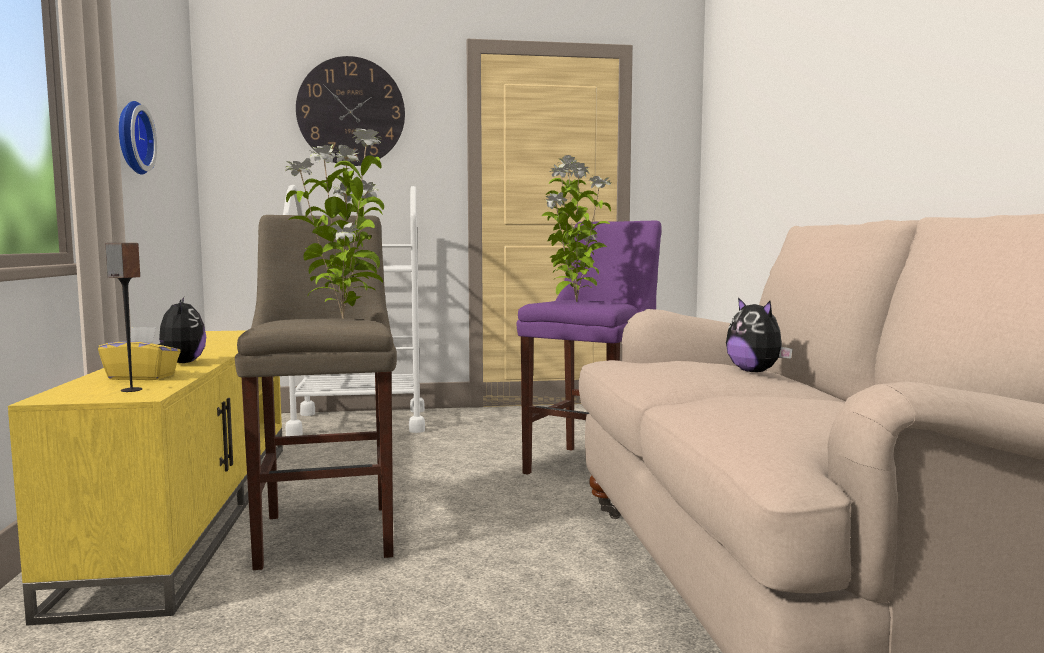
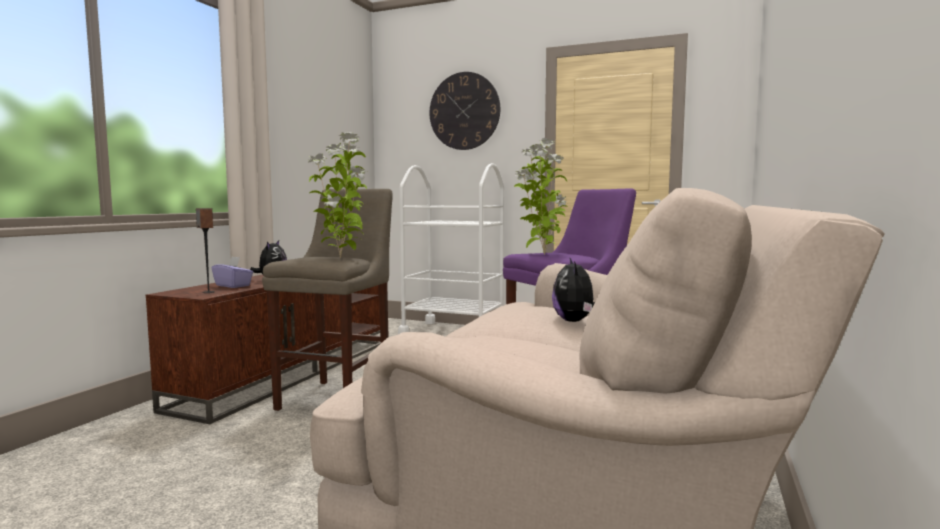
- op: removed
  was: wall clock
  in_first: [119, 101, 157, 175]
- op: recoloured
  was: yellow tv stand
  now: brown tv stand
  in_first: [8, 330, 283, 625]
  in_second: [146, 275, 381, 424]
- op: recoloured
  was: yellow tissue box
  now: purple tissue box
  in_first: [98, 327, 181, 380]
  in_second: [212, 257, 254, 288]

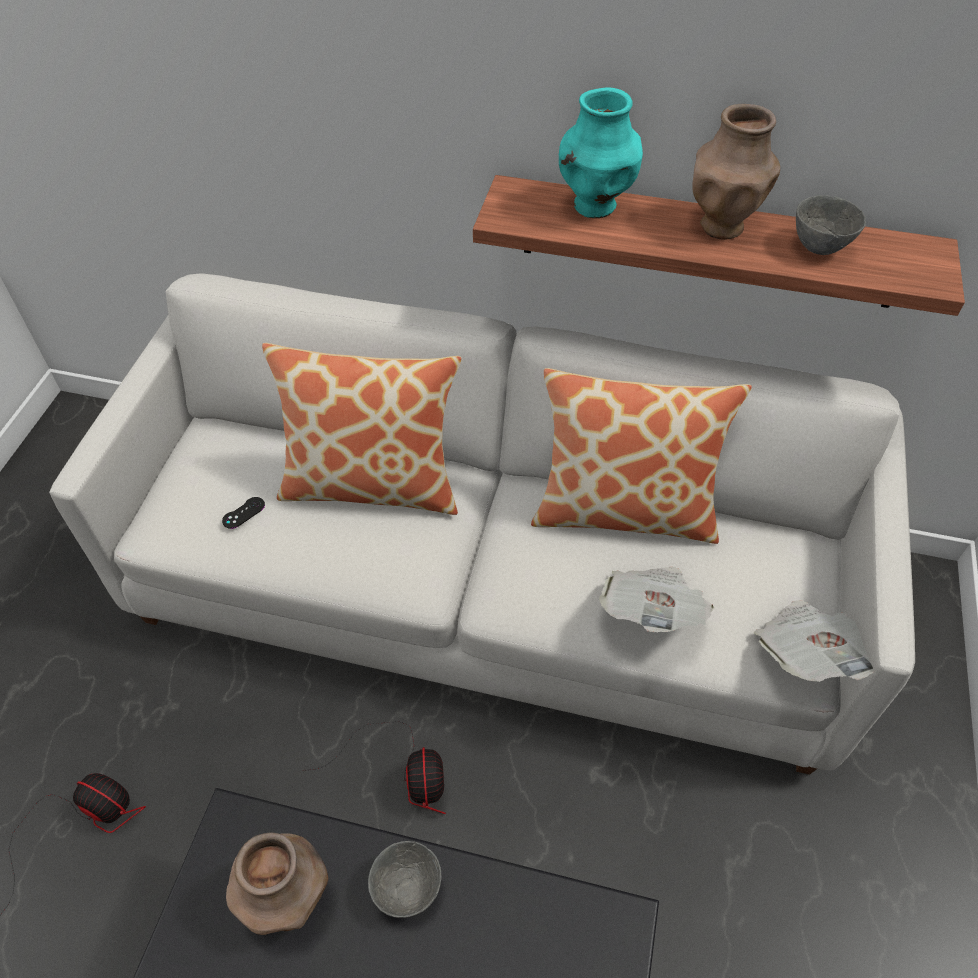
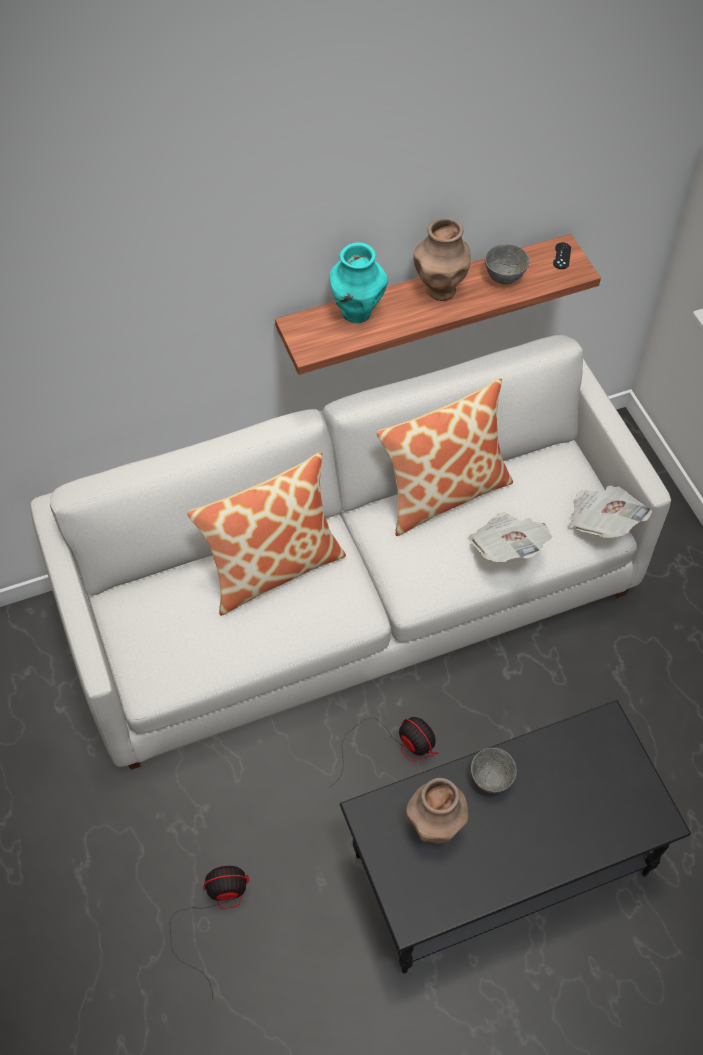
- op: moved
  was: black game controller
  in_first: [222, 497, 265, 529]
  in_second: [553, 242, 571, 269]

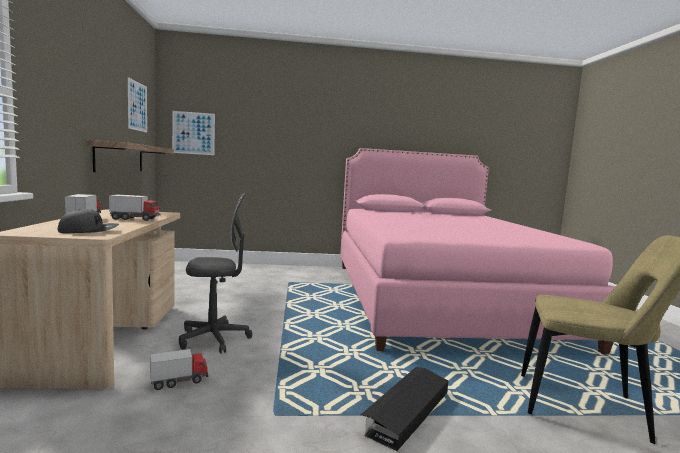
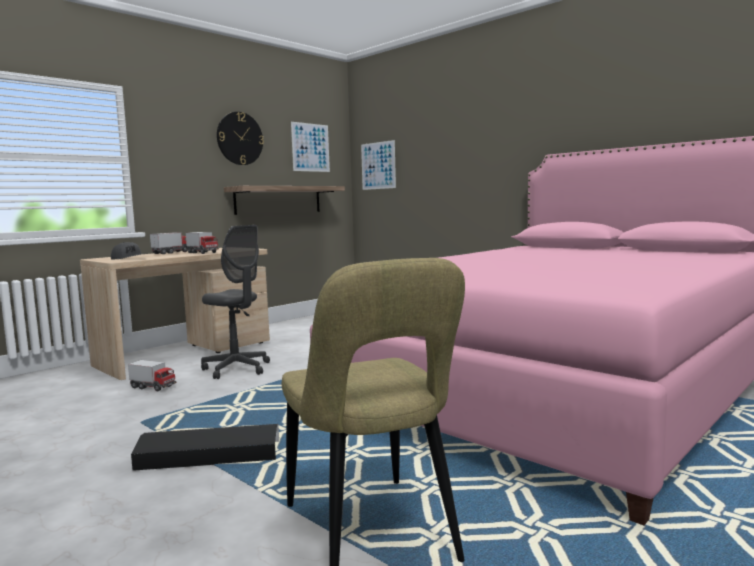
- op: added
  now: wall clock
  in_second: [217, 112, 264, 165]

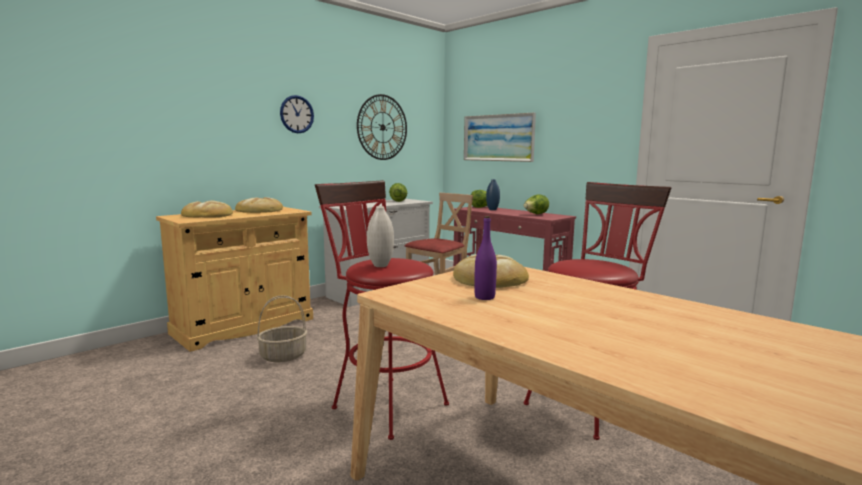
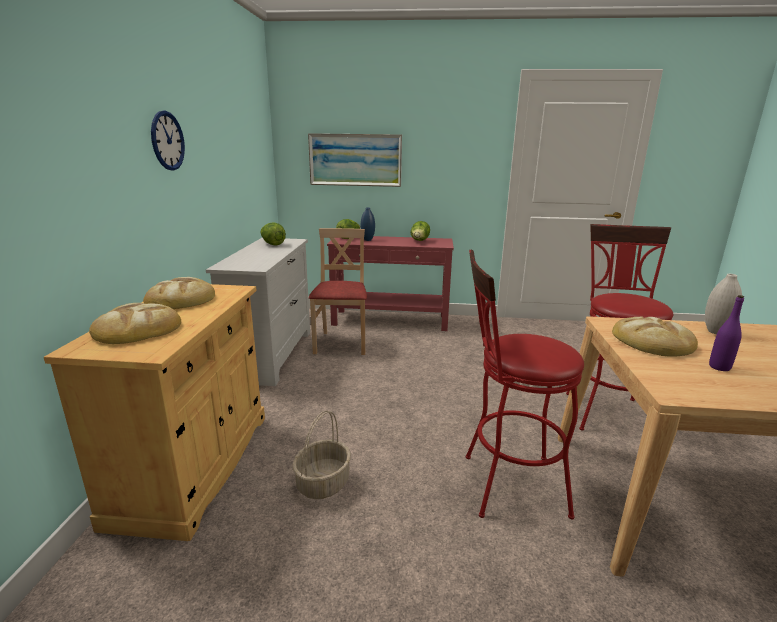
- op: removed
  was: wall clock
  in_first: [357, 94, 407, 160]
- op: moved
  was: white vase
  in_first: [367, 206, 394, 267]
  in_second: [705, 274, 742, 334]

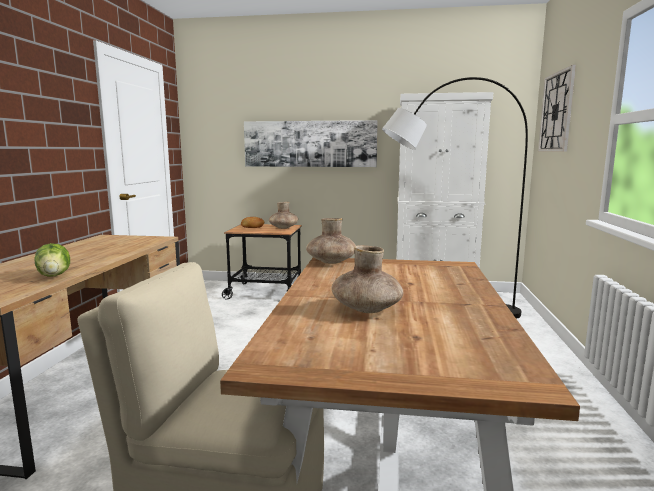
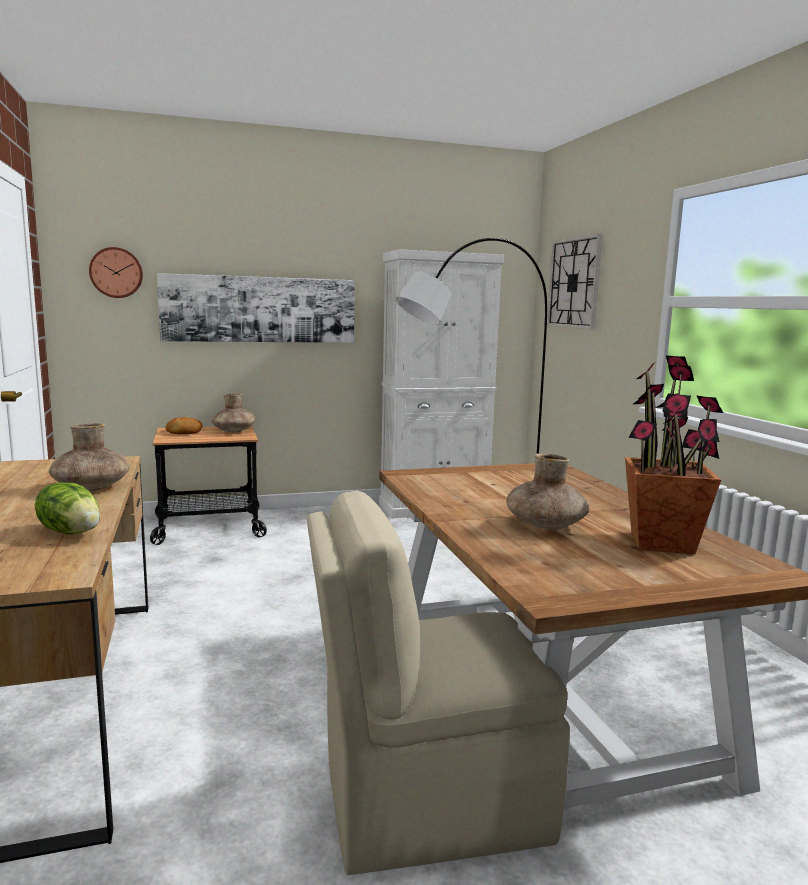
- op: added
  now: wall clock
  in_second: [89, 247, 143, 298]
- op: added
  now: potted plant
  in_second: [625, 355, 723, 554]
- op: moved
  was: brown vase
  in_first: [306, 218, 356, 264]
  in_second: [49, 423, 130, 491]

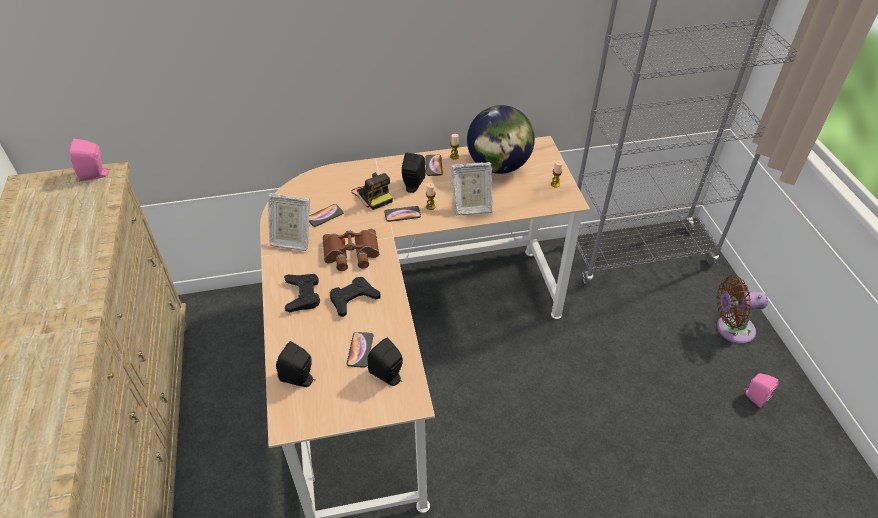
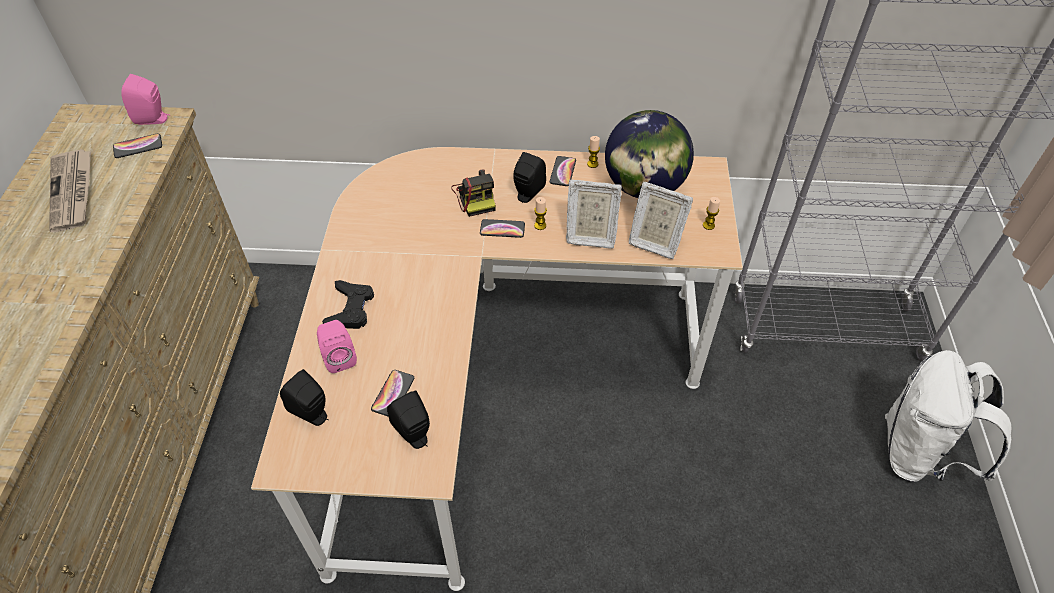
- op: removed
  was: brown binoculars
  in_first: [323, 229, 379, 271]
- op: removed
  was: black game controller
  in_first: [330, 277, 380, 317]
- op: added
  now: newspaper
  in_second: [49, 149, 91, 232]
- op: moved
  was: picture frame
  in_first: [268, 193, 310, 251]
  in_second: [629, 182, 693, 259]
- op: moved
  was: phone
  in_first: [309, 204, 344, 227]
  in_second: [113, 134, 162, 158]
- op: moved
  was: pink speaker
  in_first: [744, 373, 779, 408]
  in_second: [317, 320, 357, 373]
- op: replaced
  was: brown fan
  now: white backpack
  in_first: [717, 275, 768, 344]
  in_second: [885, 350, 1011, 482]

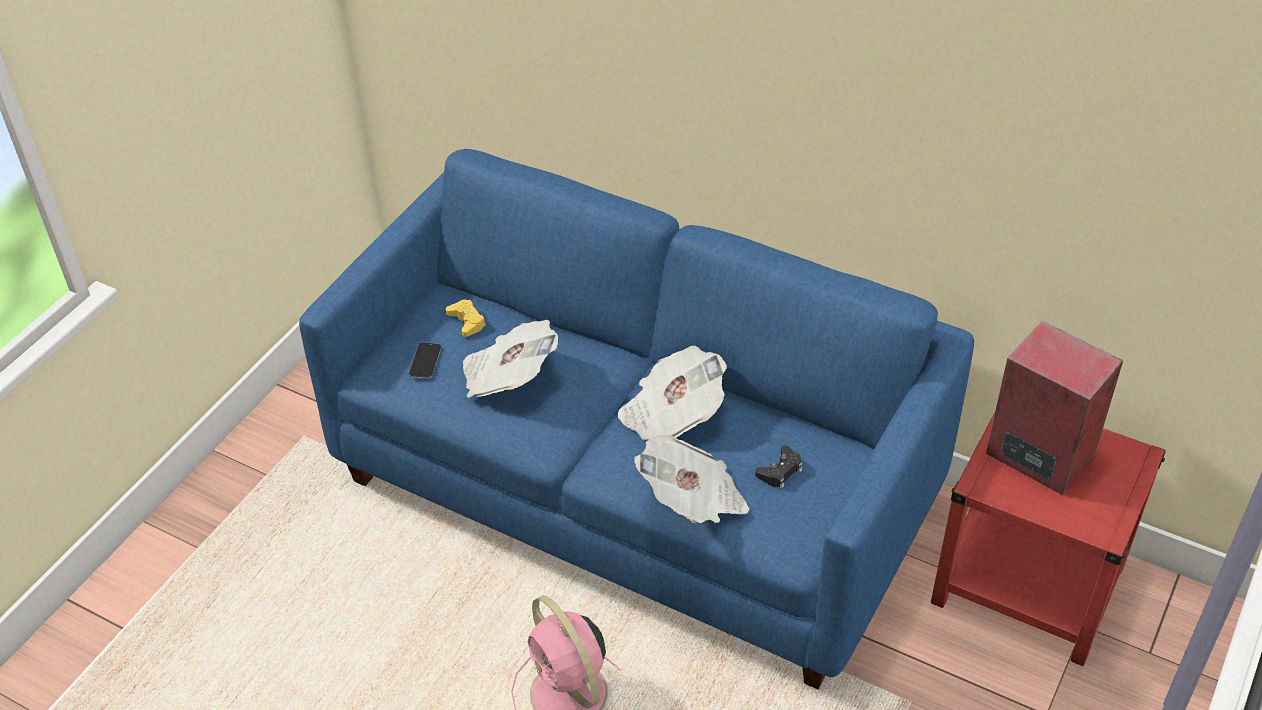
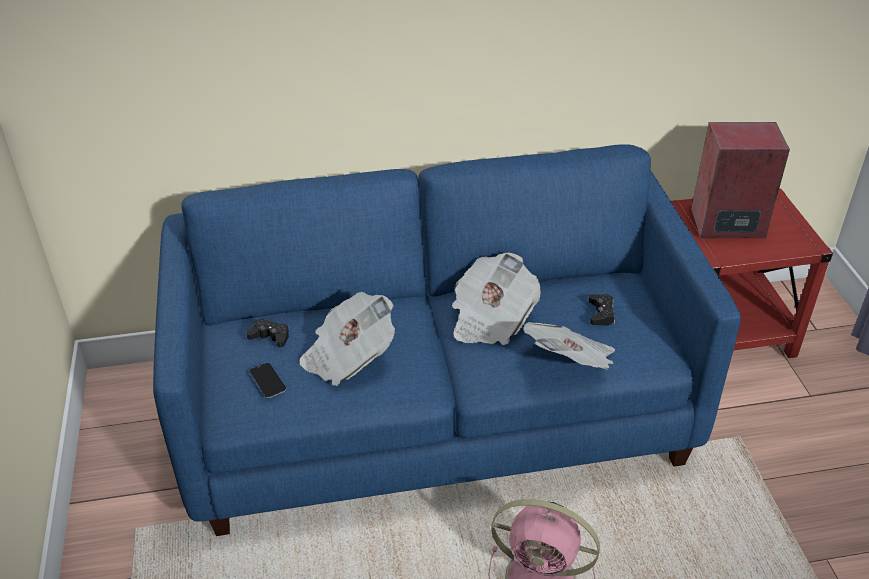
- op: recoloured
  was: yellow game controller
  now: black game controller
  in_first: [446, 300, 486, 337]
  in_second: [247, 318, 289, 347]

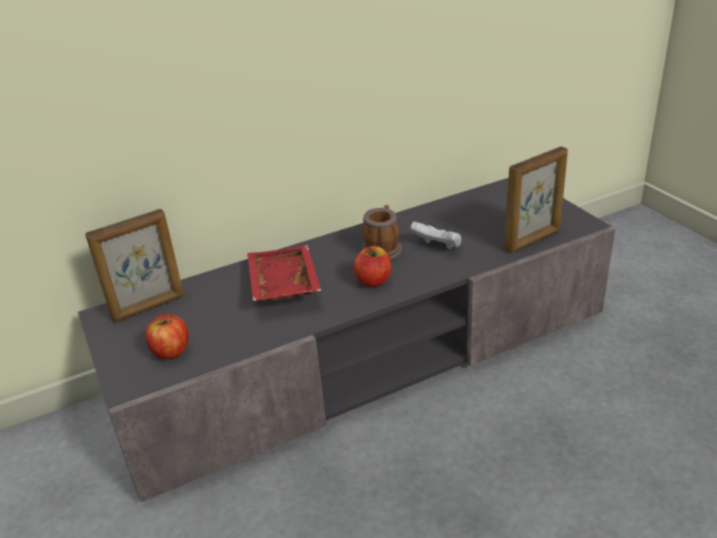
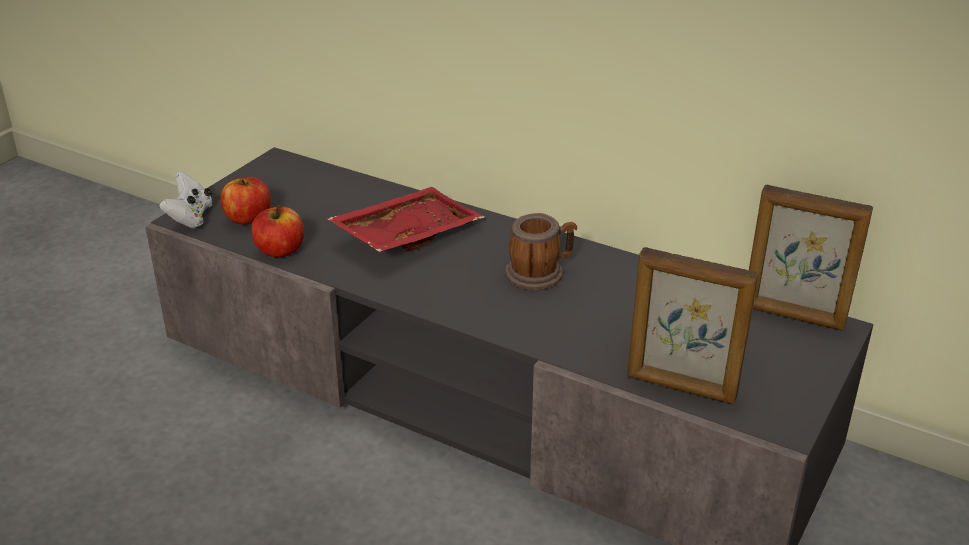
- op: moved
  was: picture frame
  in_first: [85, 209, 184, 323]
  in_second: [749, 184, 873, 331]
- op: moved
  was: apple
  in_first: [354, 246, 391, 287]
  in_second: [251, 205, 304, 258]
- op: moved
  was: white game controller
  in_first: [410, 222, 461, 249]
  in_second: [159, 172, 212, 228]

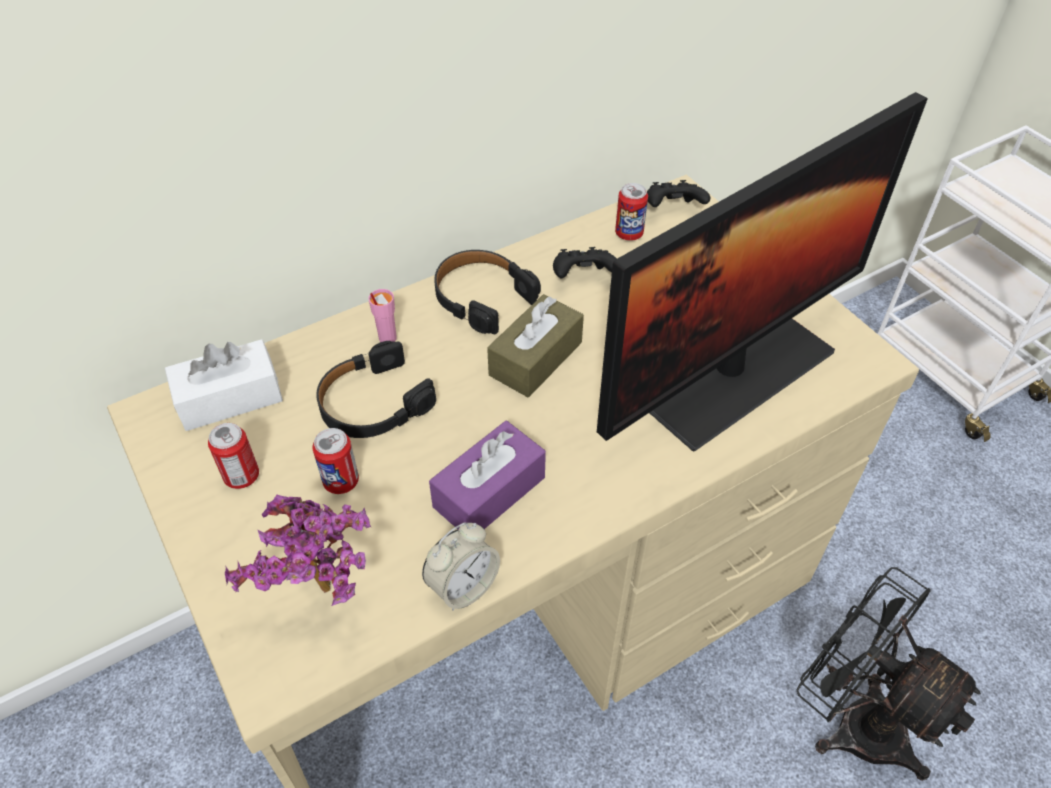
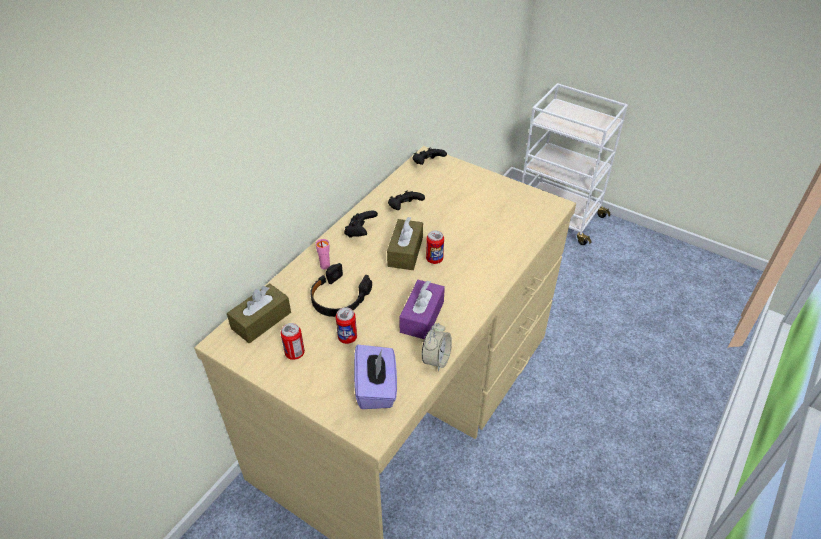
- op: removed
  was: monitor
  in_first: [597, 92, 928, 452]
- op: removed
  was: black fan
  in_first: [796, 567, 981, 781]
- op: moved
  was: can
  in_first: [615, 183, 648, 241]
  in_second: [426, 231, 444, 264]
- op: replaced
  was: potted plant
  now: purple tissue box
  in_first: [225, 495, 371, 606]
  in_second: [354, 345, 397, 409]
- op: replaced
  was: black headphones
  now: black game controller
  in_first: [434, 250, 541, 334]
  in_second: [344, 211, 378, 238]
- op: recoloured
  was: white tissue box
  now: brown tissue box
  in_first: [165, 339, 283, 431]
  in_second: [227, 283, 291, 343]

